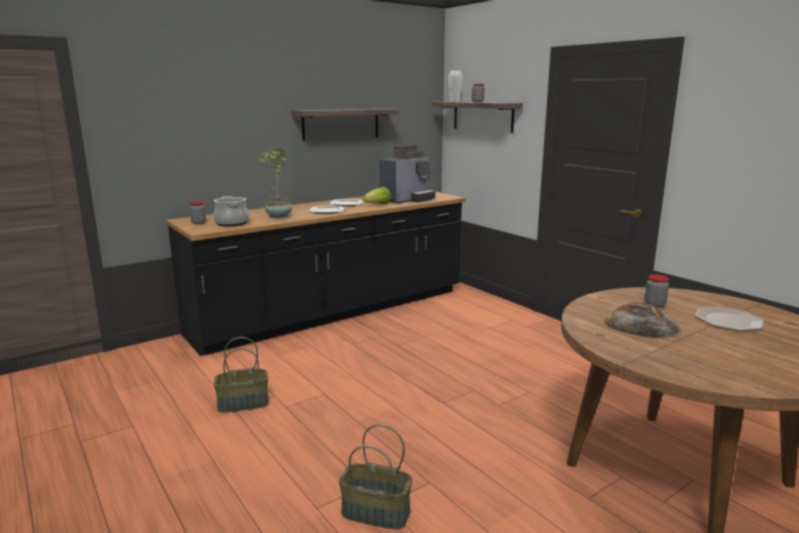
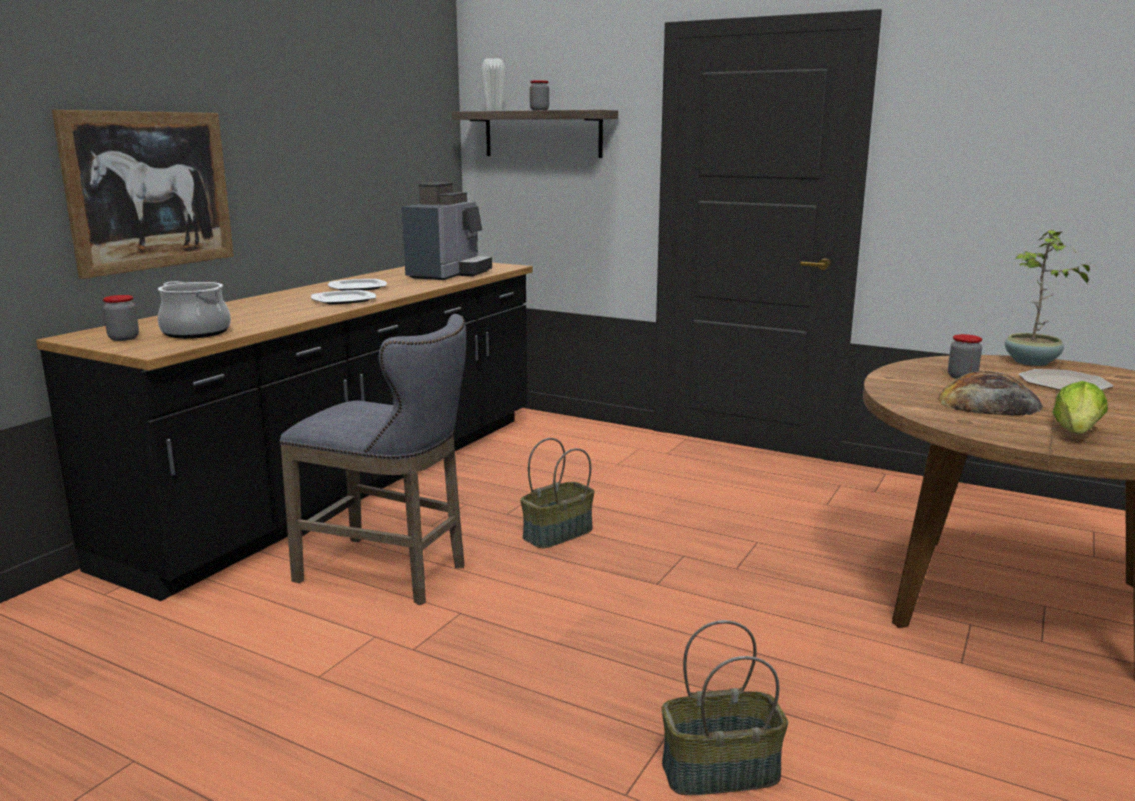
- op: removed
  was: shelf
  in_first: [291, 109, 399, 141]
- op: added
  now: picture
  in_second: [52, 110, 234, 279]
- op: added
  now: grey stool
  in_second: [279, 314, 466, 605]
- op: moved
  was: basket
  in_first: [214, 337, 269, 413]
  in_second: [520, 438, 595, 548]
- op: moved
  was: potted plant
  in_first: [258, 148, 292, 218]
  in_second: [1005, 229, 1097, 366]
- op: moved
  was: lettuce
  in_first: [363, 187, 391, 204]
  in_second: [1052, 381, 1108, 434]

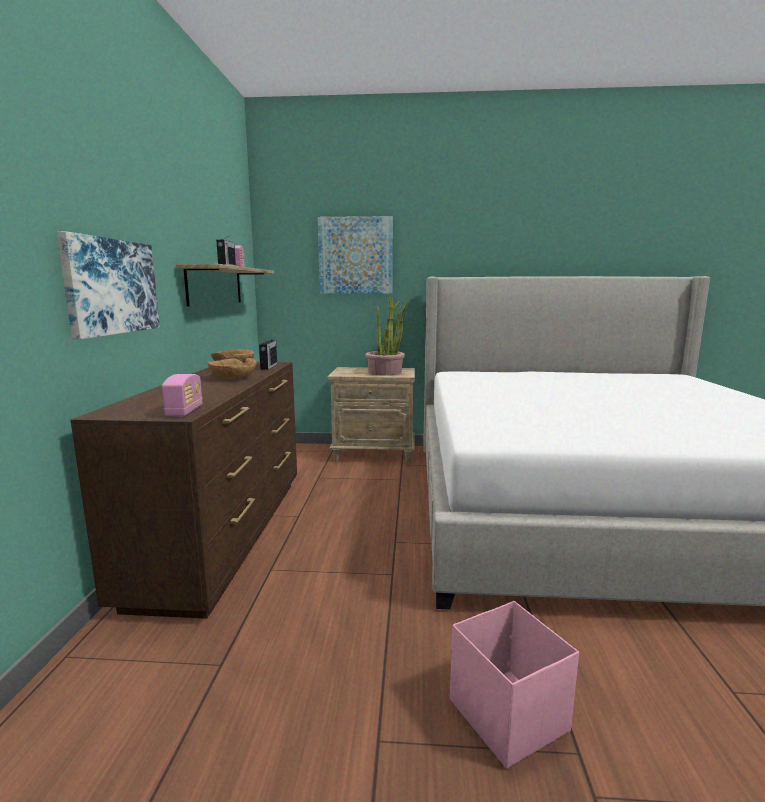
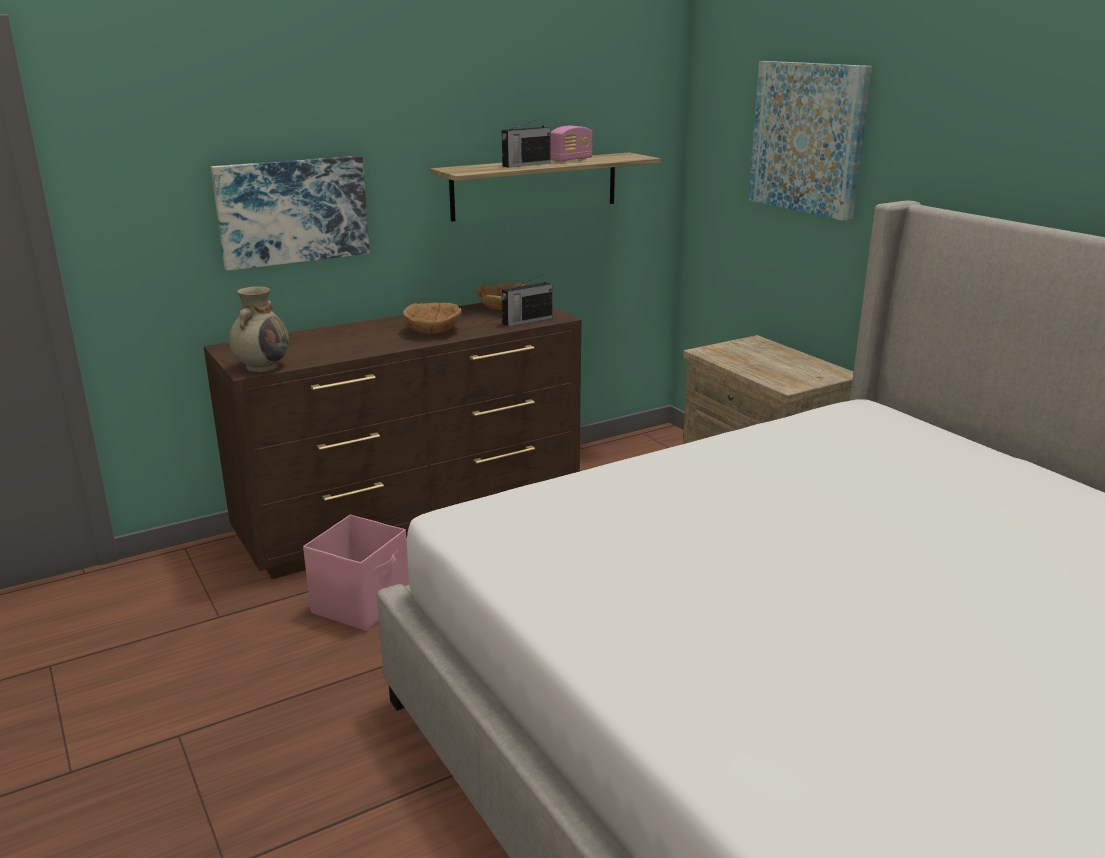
- op: removed
  was: potted plant
  in_first: [365, 297, 409, 375]
- op: moved
  was: pink storage box
  in_first: [450, 601, 579, 769]
  in_second: [303, 514, 409, 631]
- op: replaced
  was: radio
  now: beige vase
  in_first: [162, 374, 202, 417]
  in_second: [229, 286, 289, 372]

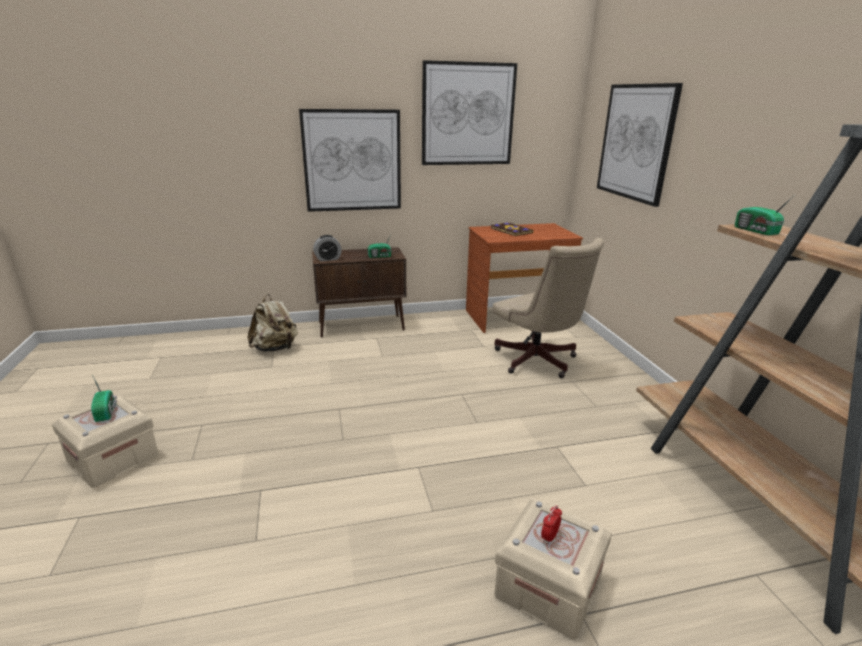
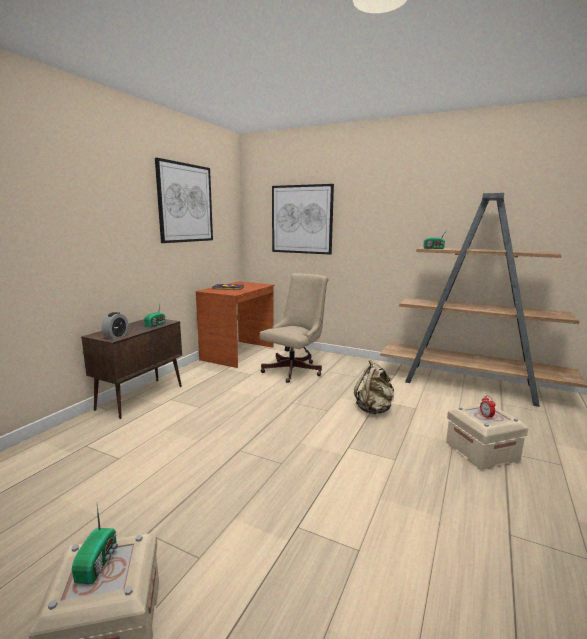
- op: removed
  was: picture
  in_first: [299, 109, 401, 212]
- op: moved
  was: beige backpack
  in_first: [247, 294, 298, 352]
  in_second: [354, 360, 394, 414]
- op: turned
  was: radio
  in_first: [91, 376, 117, 422]
  in_second: [72, 505, 118, 584]
  clockwise: 75
- op: turned
  was: beige office chair
  in_first: [493, 238, 604, 378]
  in_second: [259, 273, 329, 383]
  clockwise: -60

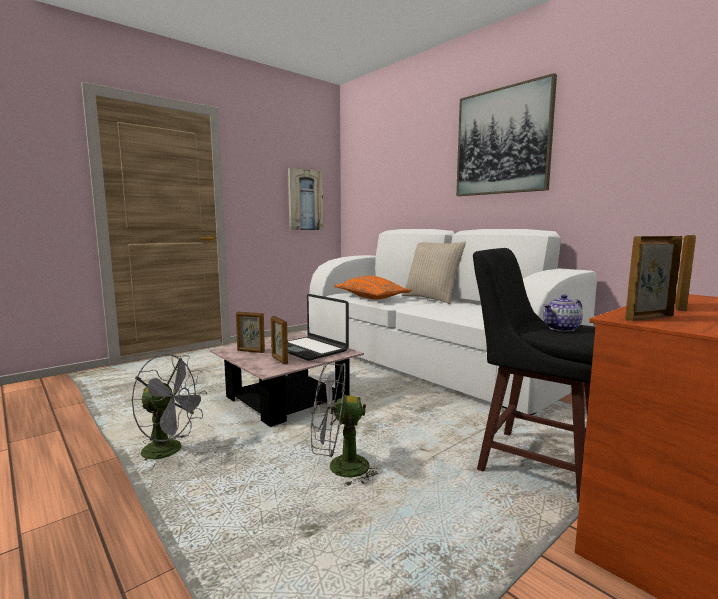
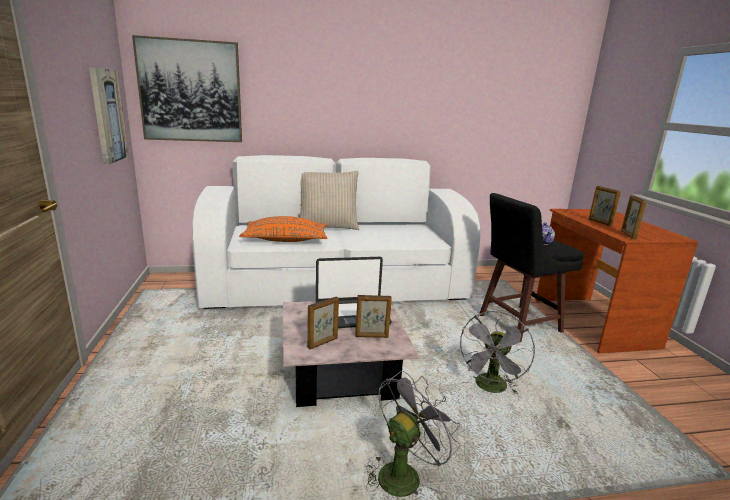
- op: moved
  was: picture
  in_first: [456, 73, 557, 196]
  in_second: [132, 35, 242, 142]

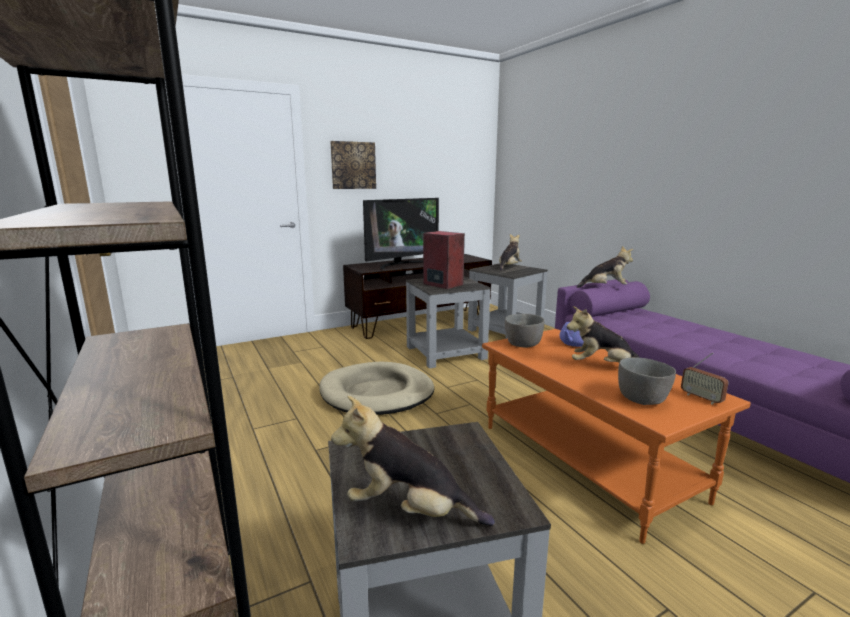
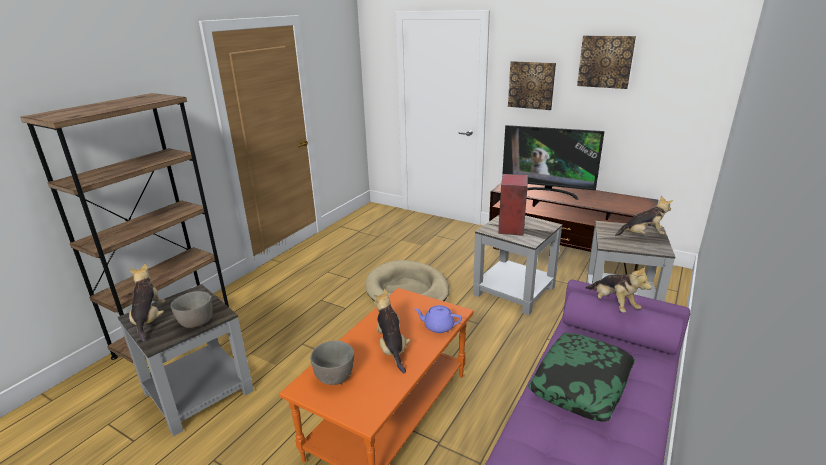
- op: removed
  was: radio
  in_first: [681, 352, 729, 404]
- op: added
  now: pillow
  in_second: [528, 333, 635, 421]
- op: added
  now: picture
  in_second: [577, 35, 636, 89]
- op: moved
  was: grey bowl
  in_first: [505, 314, 544, 347]
  in_second: [171, 291, 213, 328]

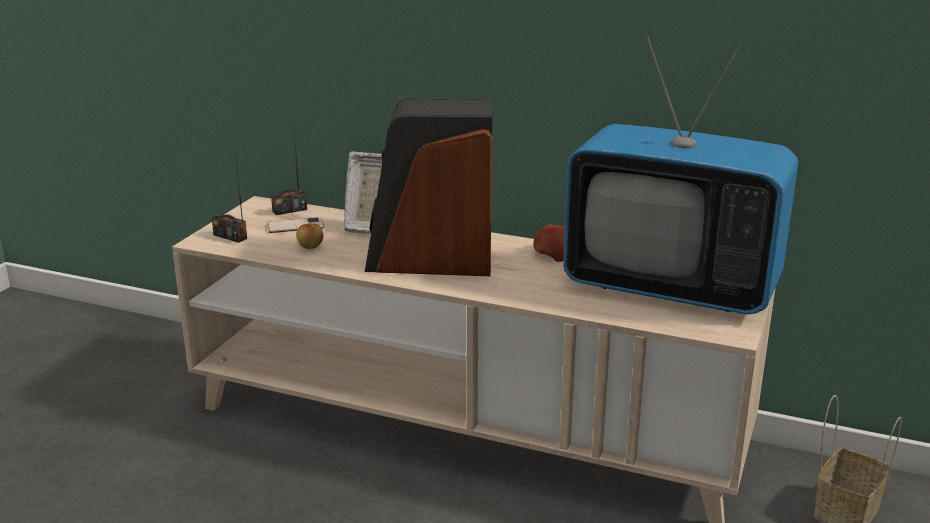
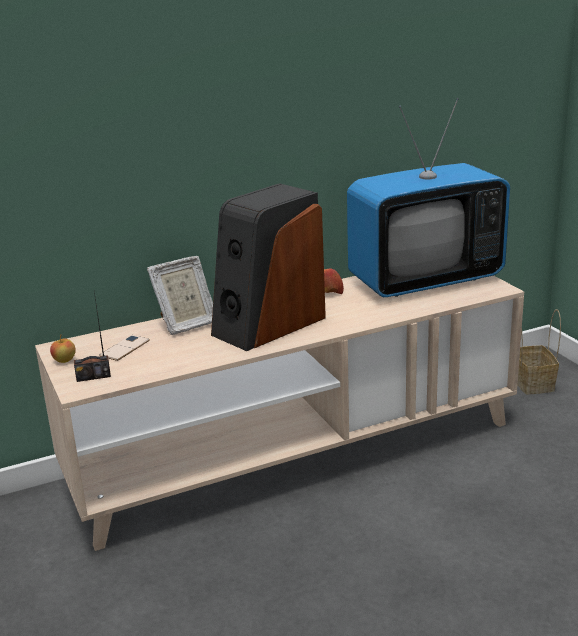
- op: removed
  was: radio
  in_first: [271, 132, 307, 215]
- op: moved
  was: apple
  in_first: [296, 218, 324, 249]
  in_second: [50, 334, 76, 363]

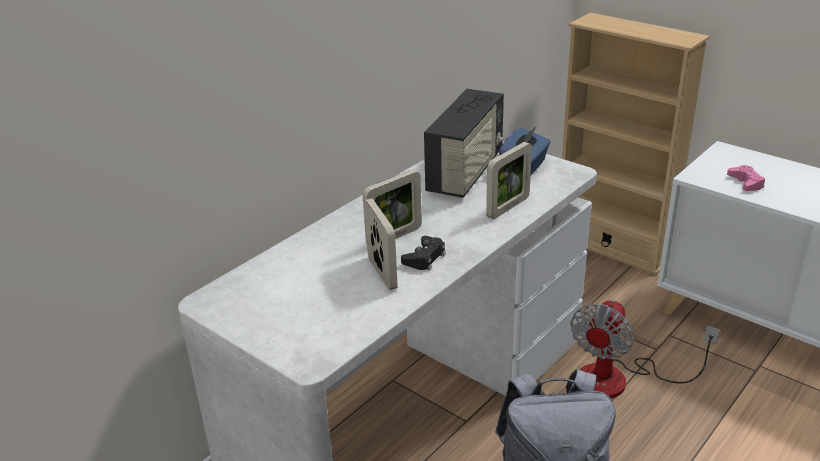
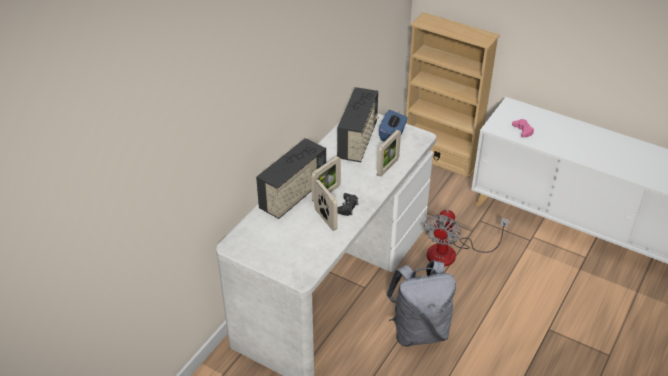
- op: added
  now: radio
  in_second: [256, 138, 326, 219]

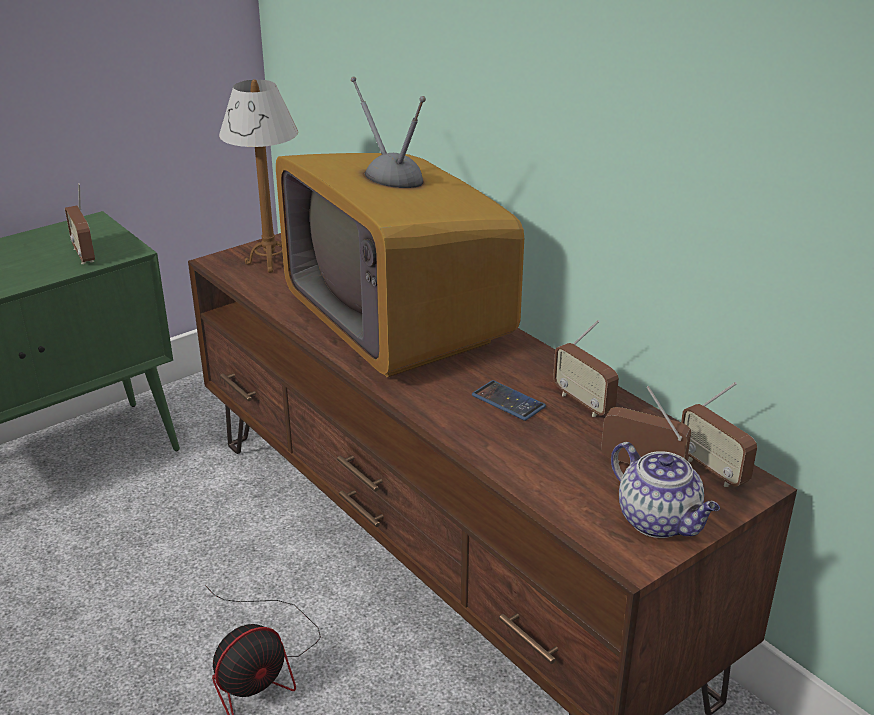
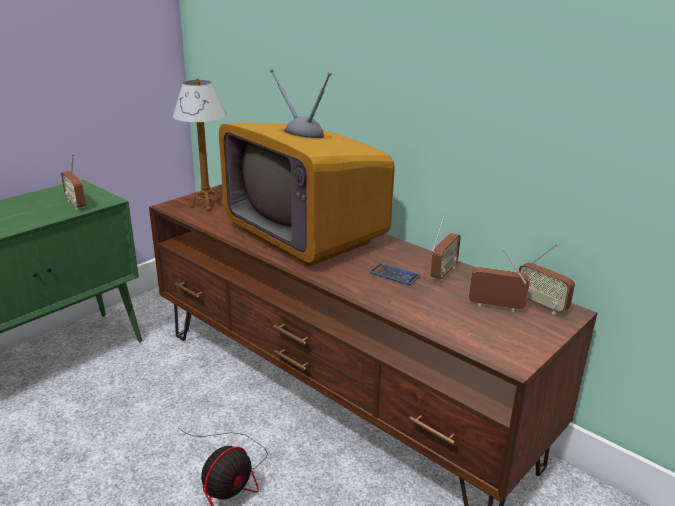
- op: removed
  was: teapot
  in_first: [611, 442, 720, 538]
- op: turned
  was: radio
  in_first: [553, 320, 619, 417]
  in_second: [430, 215, 461, 281]
  clockwise: -105

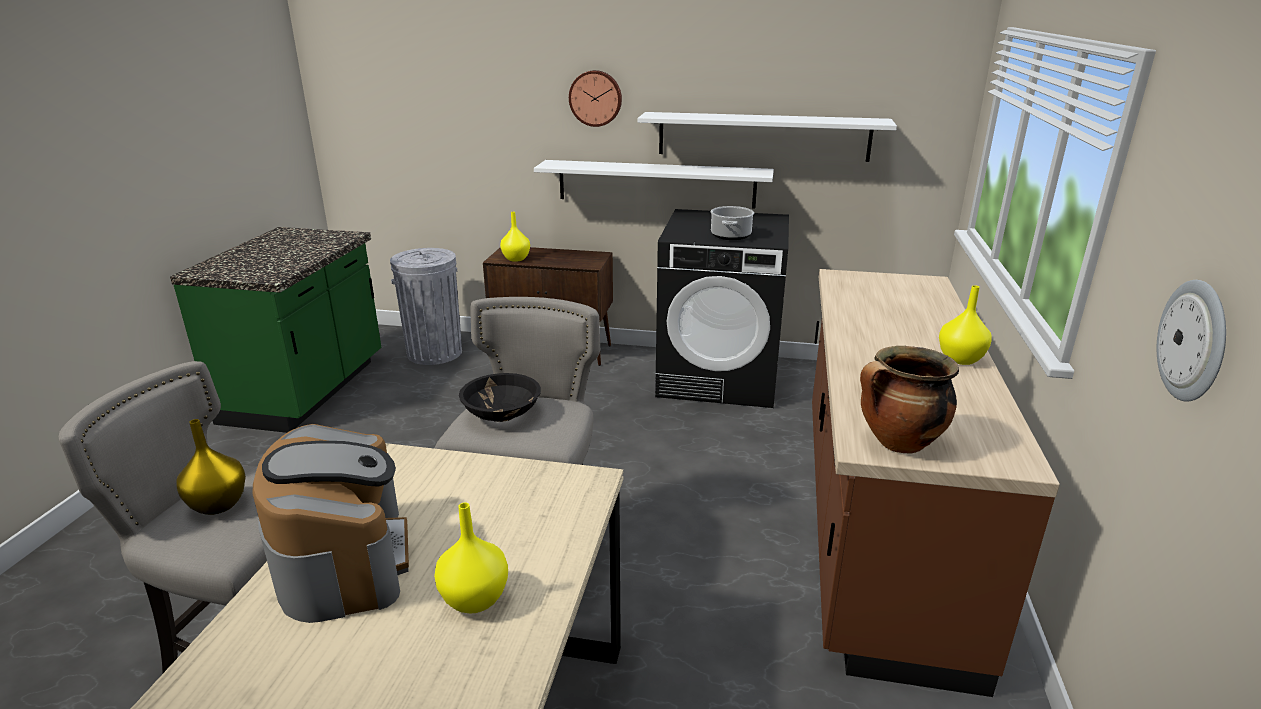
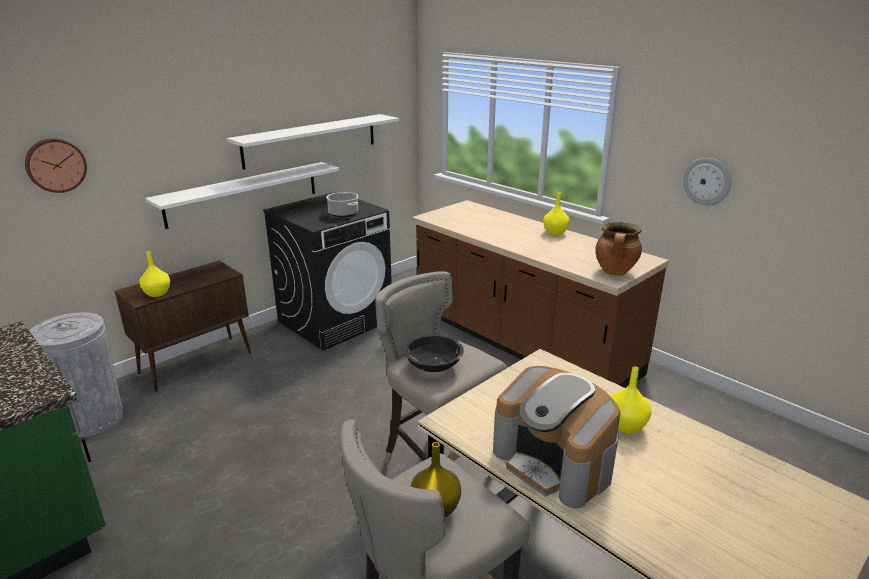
- op: moved
  was: wall clock
  in_first: [569, 70, 622, 127]
  in_second: [25, 138, 87, 193]
- op: turned
  was: coffee machine
  in_first: [253, 424, 409, 623]
  in_second: [493, 366, 620, 508]
  clockwise: -150

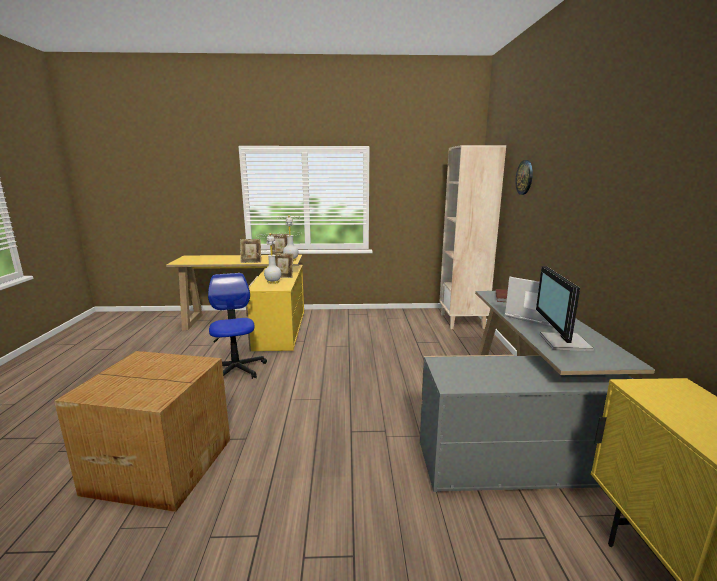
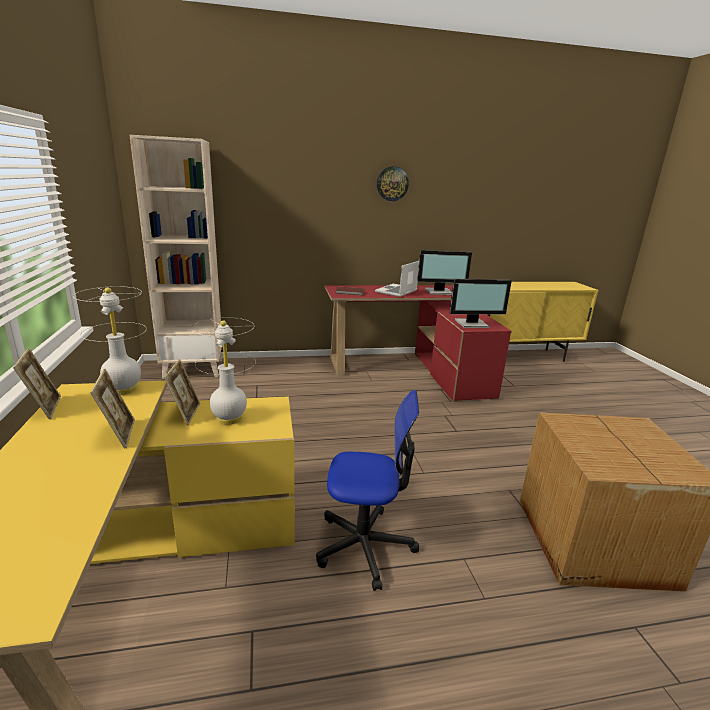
- op: added
  now: monitor
  in_second: [450, 279, 512, 328]
- op: moved
  was: wall clock
  in_first: [515, 160, 533, 195]
  in_second: [377, 166, 409, 201]
- op: recoloured
  was: grey desk
  now: red desk
  in_first: [419, 291, 655, 492]
  in_second: [325, 285, 512, 401]
- op: turned
  was: office chair
  in_first: [208, 273, 267, 379]
  in_second: [316, 390, 419, 591]
  clockwise: -150

